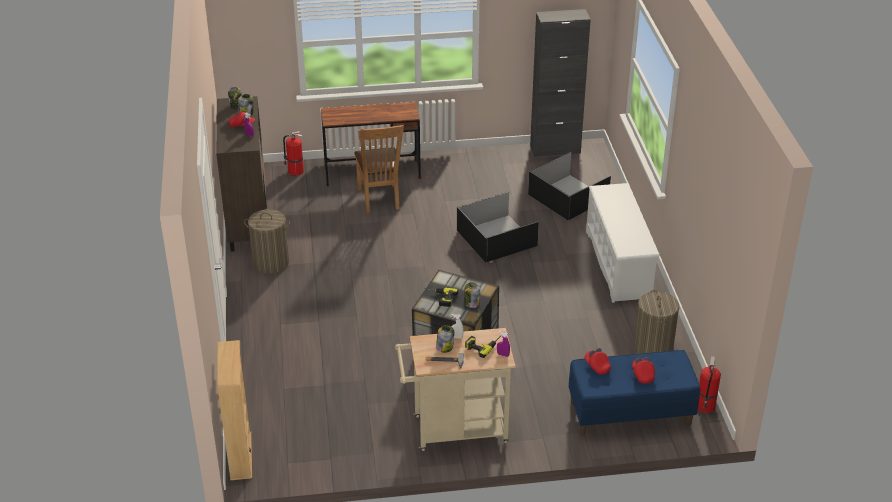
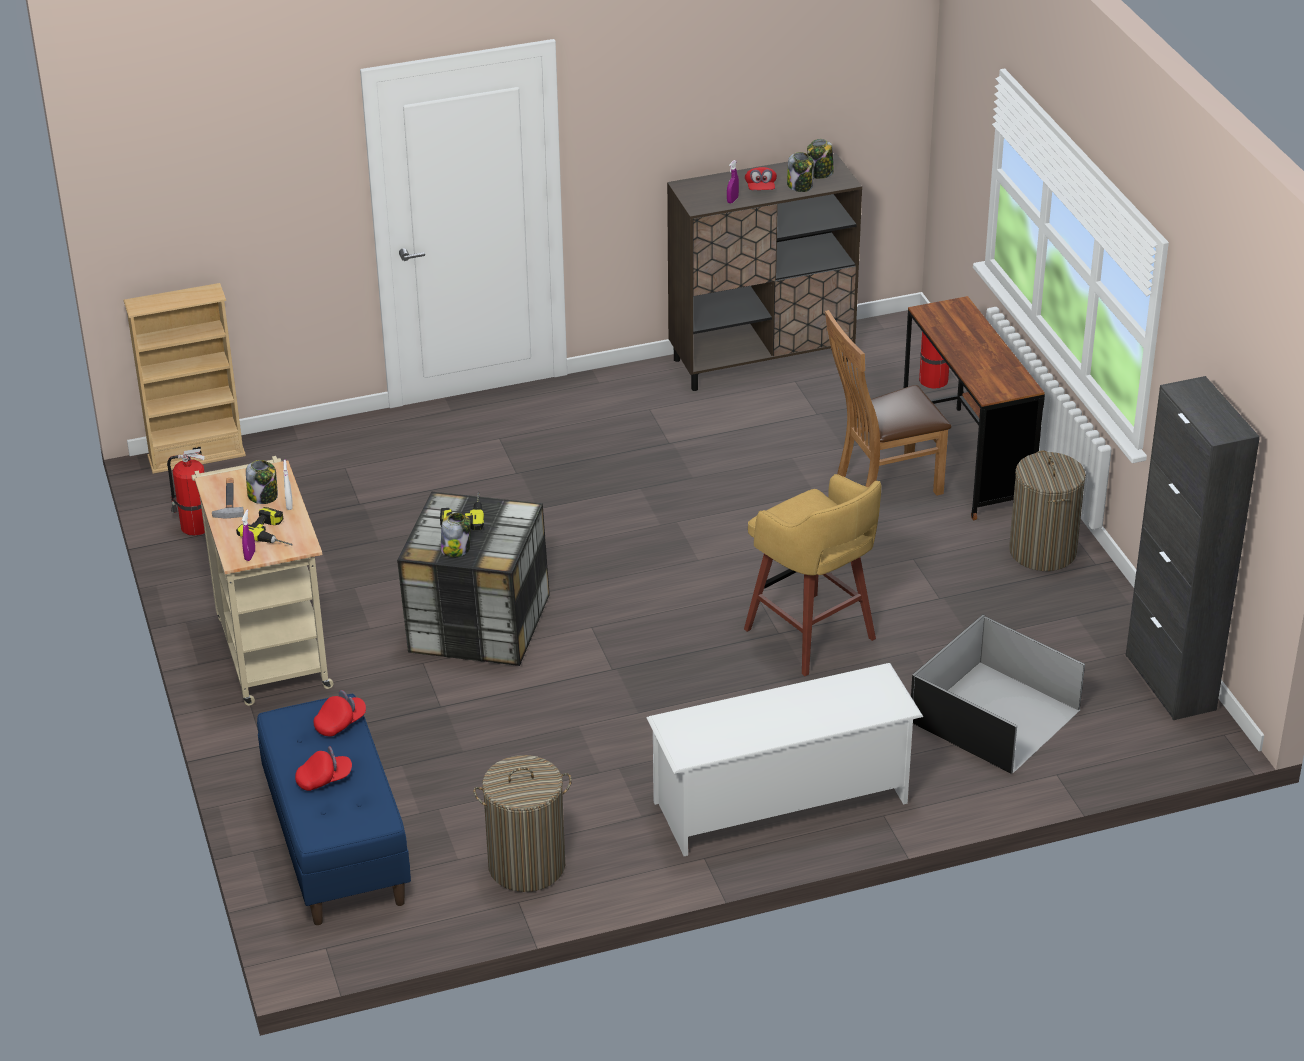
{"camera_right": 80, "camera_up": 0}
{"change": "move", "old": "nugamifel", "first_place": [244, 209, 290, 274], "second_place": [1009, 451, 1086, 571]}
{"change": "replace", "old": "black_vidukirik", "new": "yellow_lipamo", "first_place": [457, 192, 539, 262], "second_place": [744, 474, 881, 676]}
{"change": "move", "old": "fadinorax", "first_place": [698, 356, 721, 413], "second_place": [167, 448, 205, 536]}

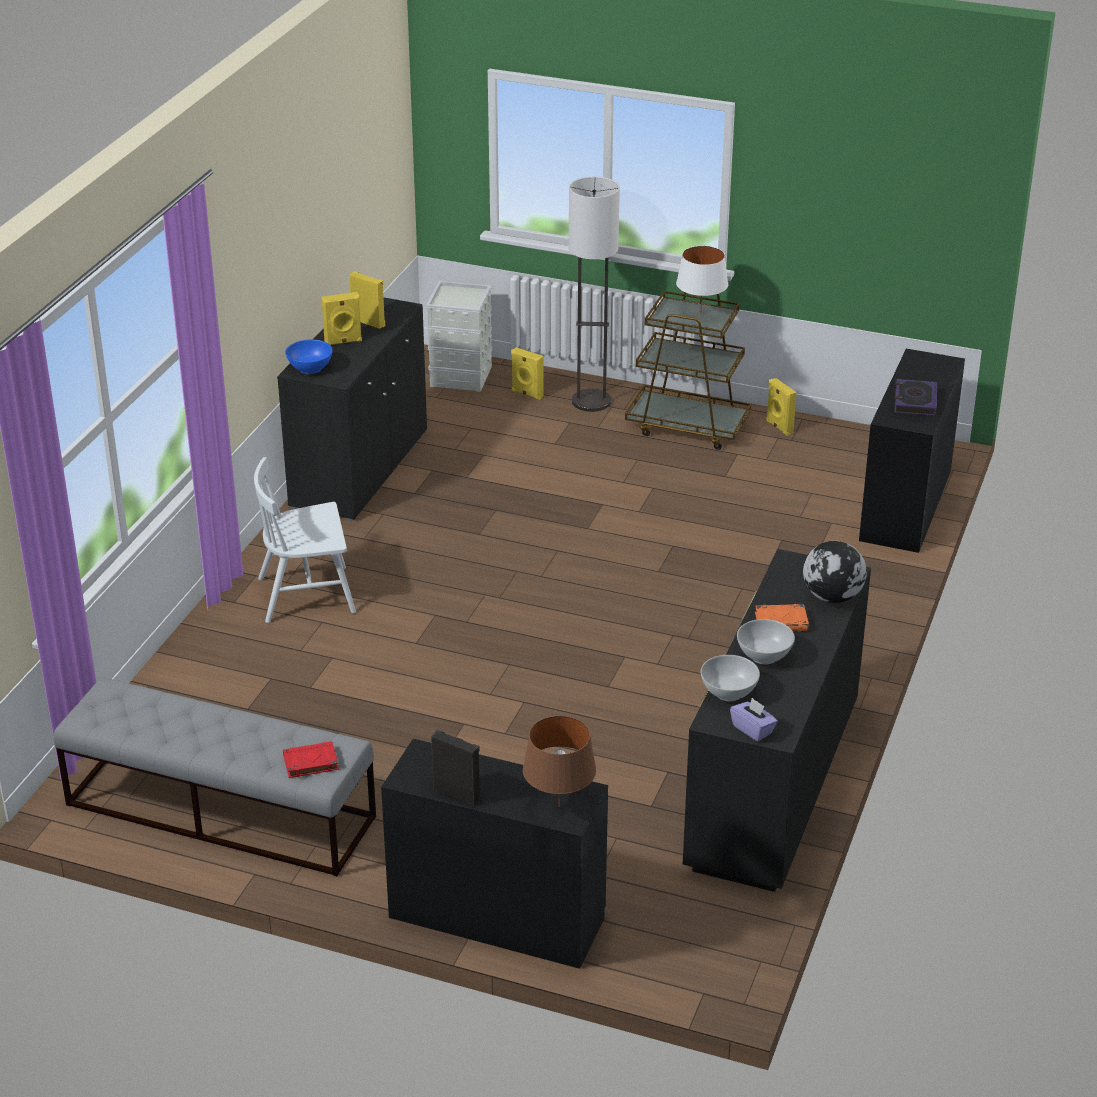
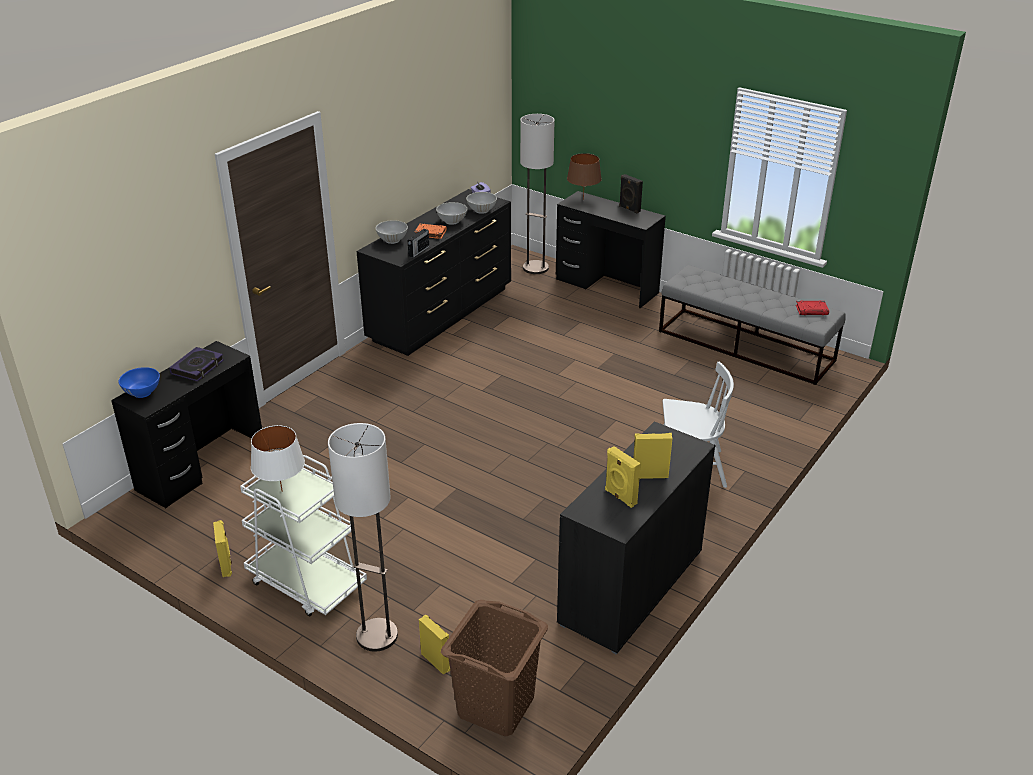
{"camera_right": -165, "camera_up": 0}
{"change": "move", "old": "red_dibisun", "first_place": [283, 742, 339, 778], "second_place": [796, 301, 829, 315]}
{"change": "move", "old": "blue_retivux", "first_place": [285, 339, 333, 374], "second_place": [118, 367, 160, 398]}
{"change": "replace", "old": "grey_vidukirik", "new": "brown_nugamifel", "first_place": [426, 281, 492, 392], "second_place": [441, 600, 548, 736]}
{"change": "recolor", "old": "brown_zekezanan", "new": "white_zekezanan", "first_place": [625, 291, 751, 450], "second_place": [240, 455, 367, 616]}
{"change": "replace", "old": "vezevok", "new": "white_retivux", "first_place": [803, 541, 867, 603], "second_place": [375, 220, 408, 244]}
{"change": "insert", "new": "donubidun", "second_place": [407, 228, 429, 258]}
{"change": "insert", "new": "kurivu", "second_place": [520, 114, 554, 274]}

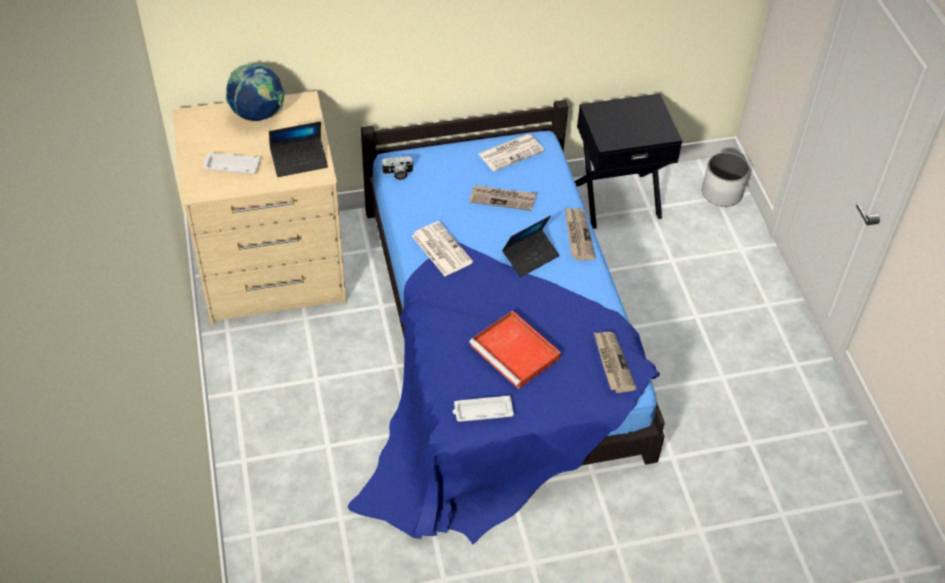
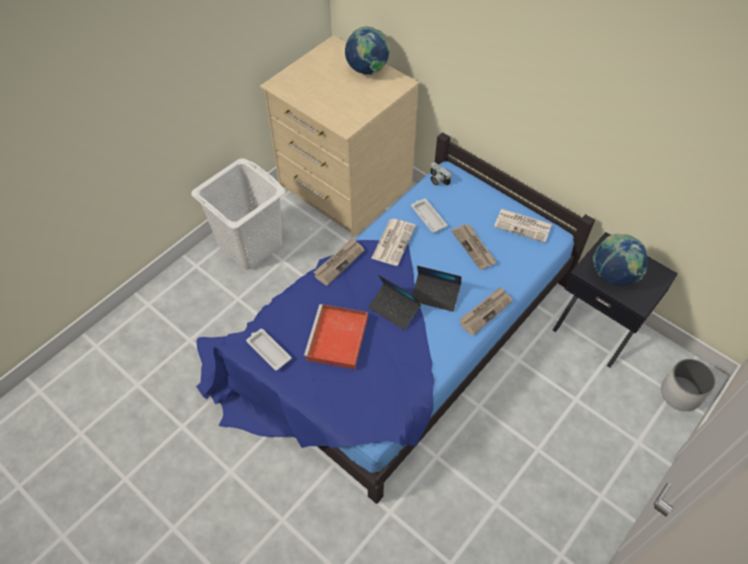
{"camera_right": 55, "camera_up": 5}
{"change": "move", "old": "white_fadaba", "first_place": [203, 152, 260, 174], "second_place": [411, 199, 448, 233]}
{"change": "move", "old": "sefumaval", "first_place": [269, 122, 328, 177], "second_place": [368, 275, 421, 330]}
{"change": "move", "old": "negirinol", "first_place": [593, 332, 637, 393], "second_place": [313, 238, 364, 286]}
{"change": "insert", "new": "white_nugamifel", "second_place": [191, 158, 286, 270]}
{"change": "insert", "new": "vezevok", "second_place": [593, 233, 648, 286]}

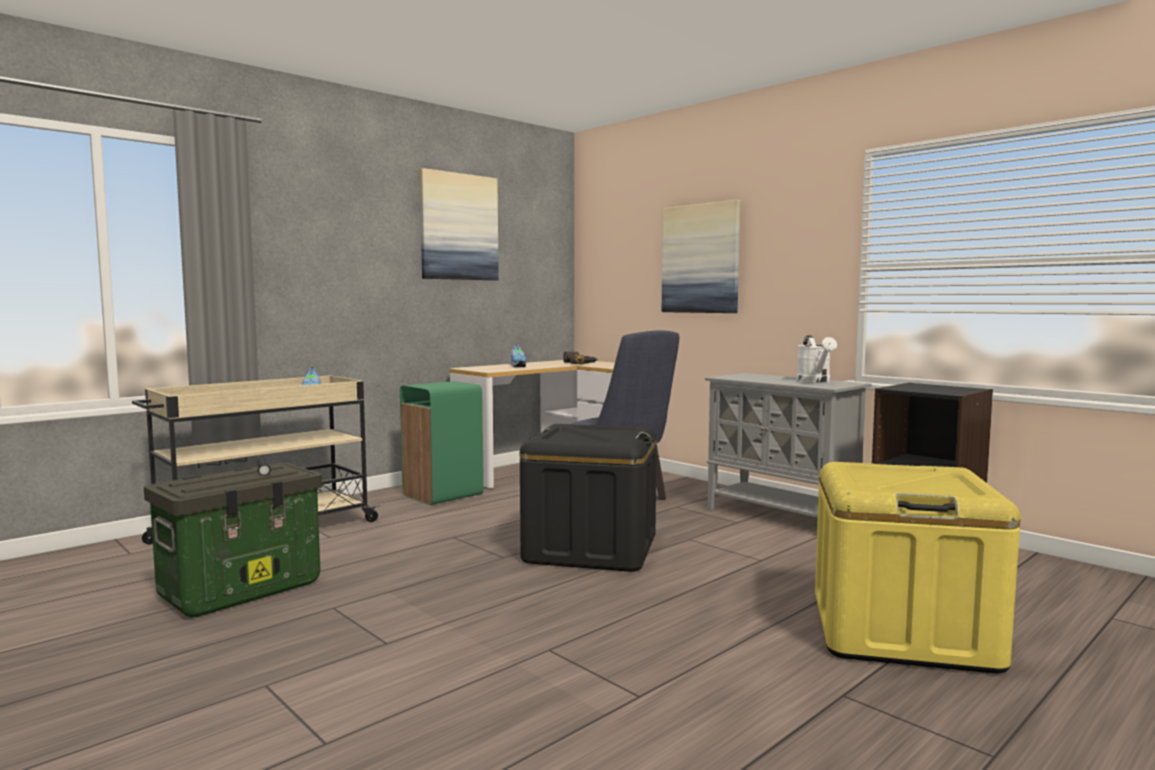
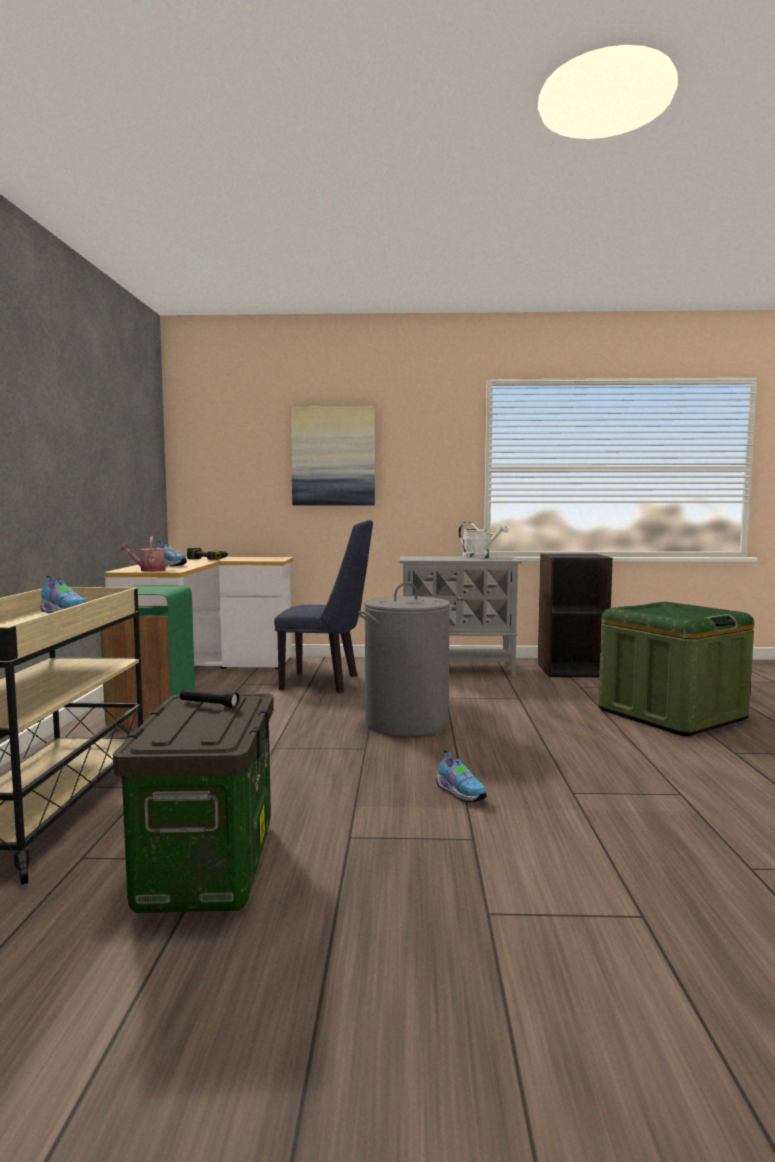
{"camera_right": -45, "camera_up": 0}
{"change": "delete", "old": "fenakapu", "first_place": [420, 168, 499, 281]}
{"change": "replace", "old": "black_vidukirik", "new": "grey_nugamifel", "first_place": [520, 424, 657, 572], "second_place": [358, 582, 452, 736]}
{"change": "recolor", "old": "yellow_vidukirik", "new": "green_vidukirik", "first_place": [815, 462, 1021, 674], "second_place": [598, 602, 754, 736]}
{"change": "insert", "new": "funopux", "second_place": [119, 536, 177, 572]}
{"change": "insert", "new": "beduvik", "second_place": [436, 750, 487, 802]}

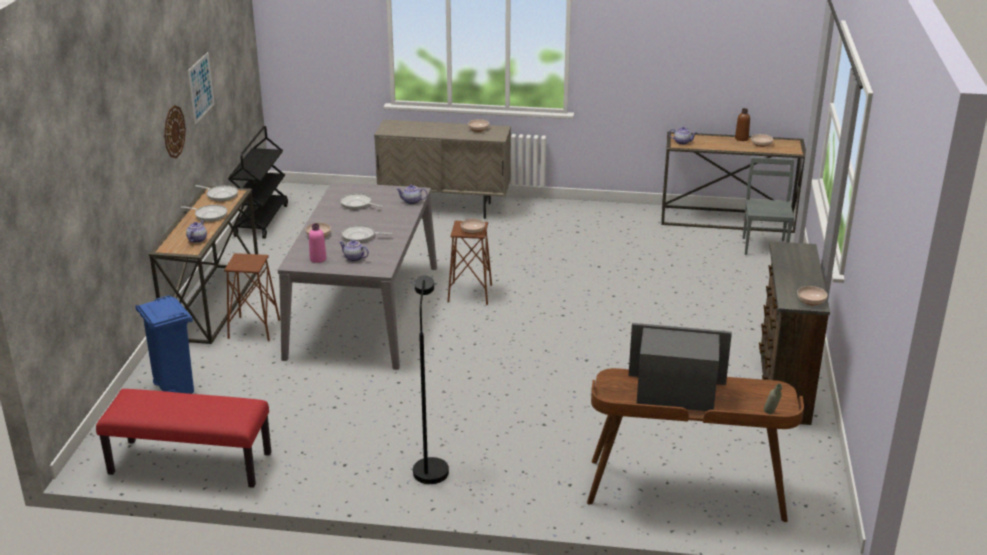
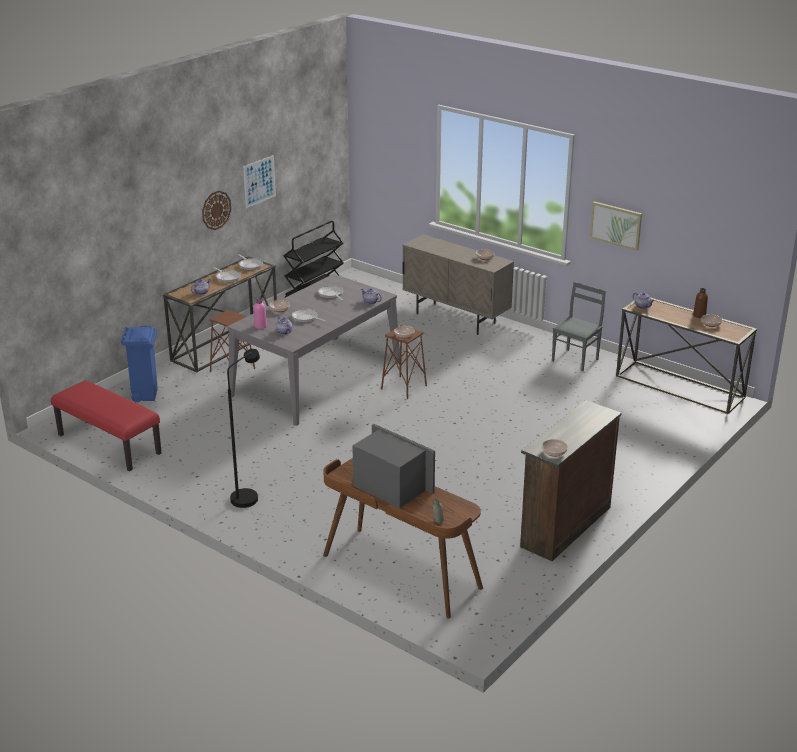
{"camera_right": 30, "camera_up": 0}
{"change": "move", "old": "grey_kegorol", "first_place": [743, 157, 794, 255], "second_place": [552, 282, 606, 372]}
{"change": "insert", "new": "fenakapu", "second_place": [590, 201, 642, 251]}

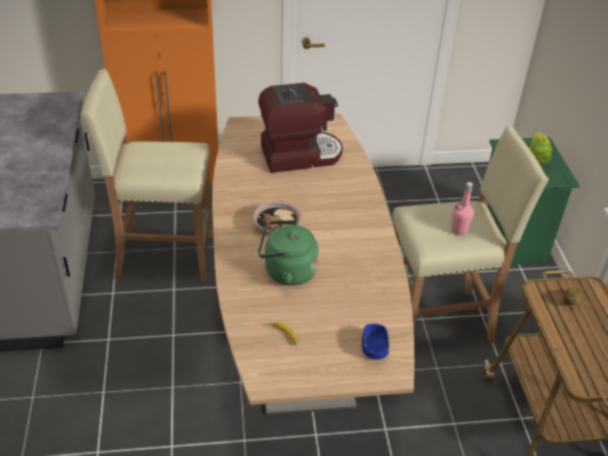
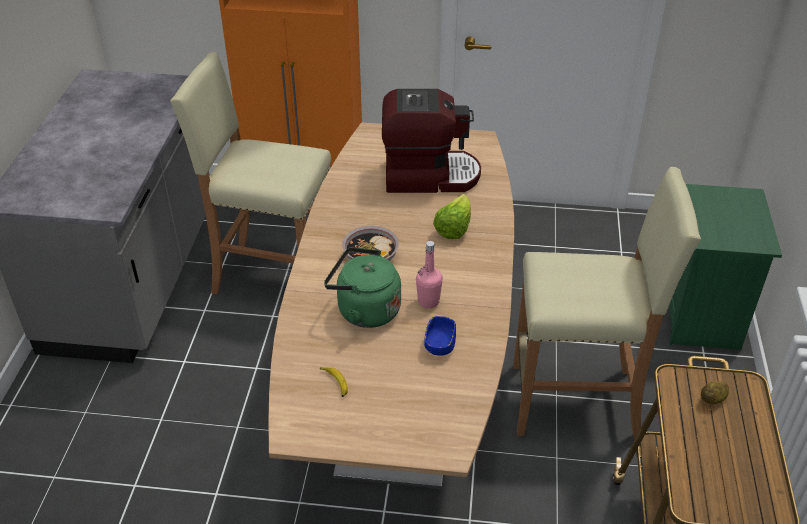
{"camera_right": 15, "camera_up": 0}
{"change": "move", "old": "blue_retivux", "first_place": [362, 324, 389, 359], "second_place": [424, 316, 456, 356]}
{"change": "move", "old": "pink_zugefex", "first_place": [451, 182, 474, 236], "second_place": [416, 241, 443, 308]}
{"change": "move", "old": "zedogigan", "first_place": [529, 132, 552, 164], "second_place": [433, 194, 471, 239]}

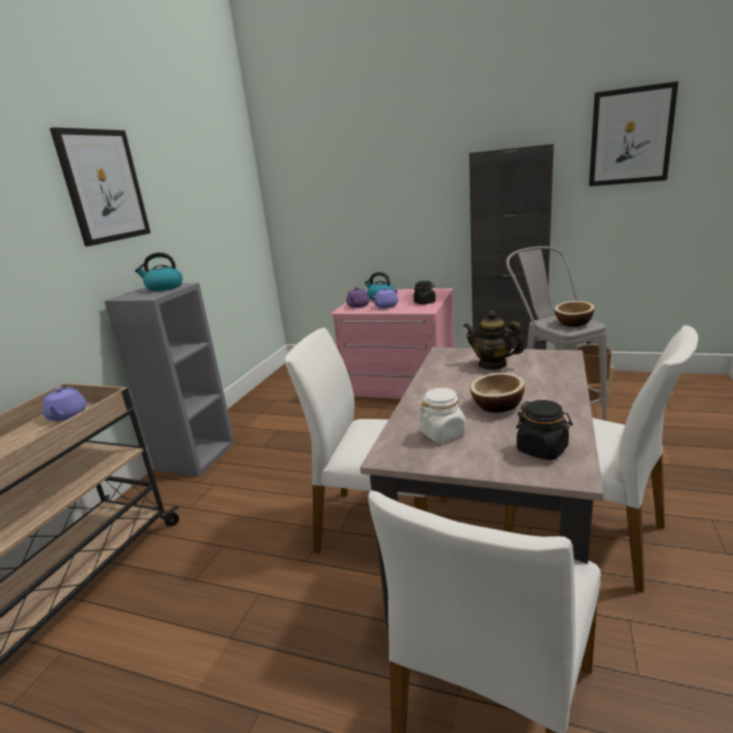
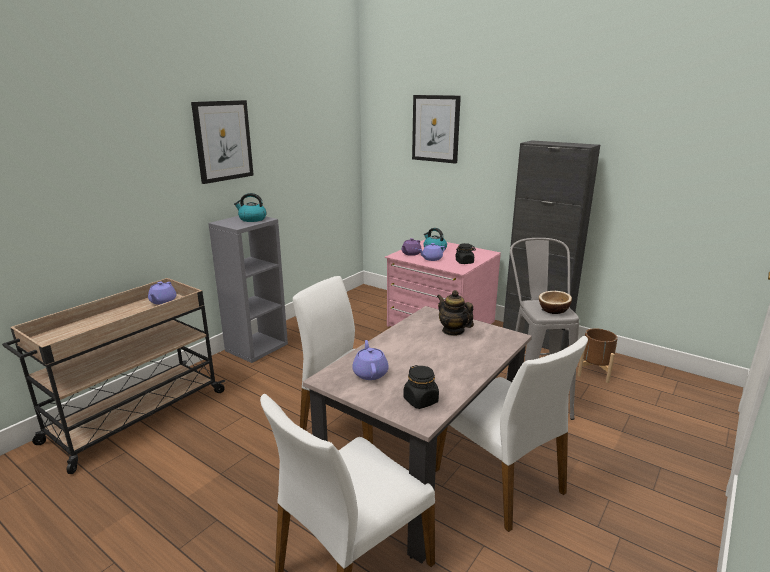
{"camera_right": 15, "camera_up": 0}
{"change": "replace", "old": "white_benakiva", "new": "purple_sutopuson", "first_place": [419, 388, 466, 442], "second_place": [352, 340, 389, 380]}
{"change": "delete", "old": "retivux", "first_place": [470, 373, 525, 413]}
{"change": "move", "old": "fenakapu", "first_place": [589, 81, 679, 186], "second_place": [412, 95, 461, 164]}

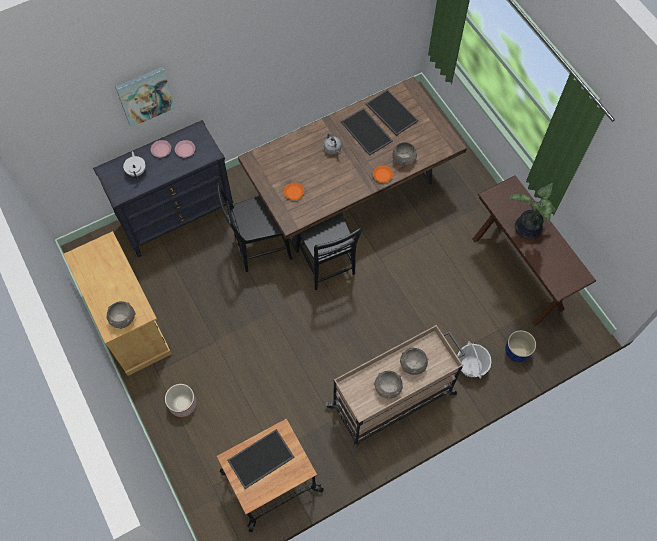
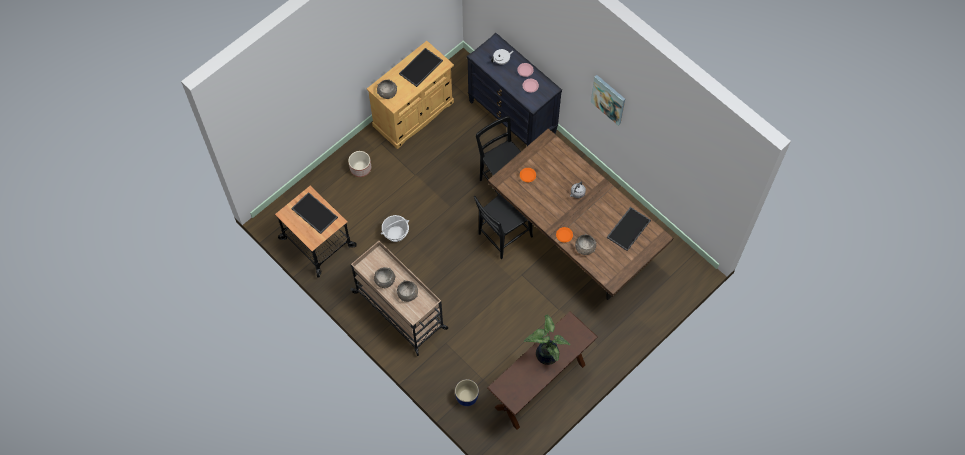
{"camera_right": 75, "camera_up": 0}
{"change": "move", "old": "fenakapu", "first_place": [115, 67, 175, 127], "second_place": [591, 75, 625, 126]}
{"change": "move", "old": "fadaba", "first_place": [341, 108, 393, 156], "second_place": [399, 48, 443, 87]}
{"change": "move", "old": "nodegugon", "first_place": [457, 341, 492, 379], "second_place": [381, 215, 409, 242]}

